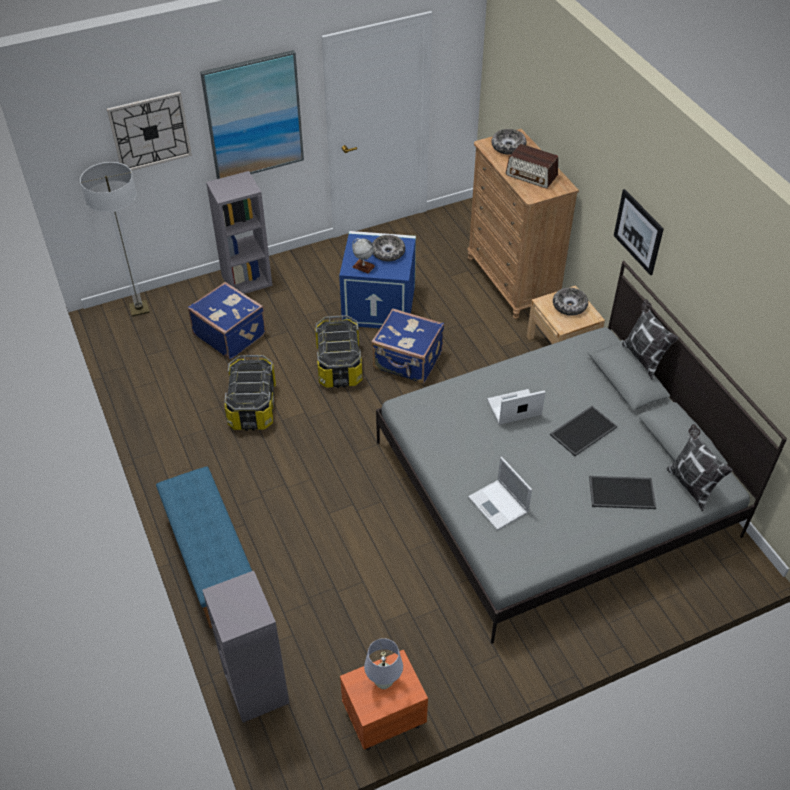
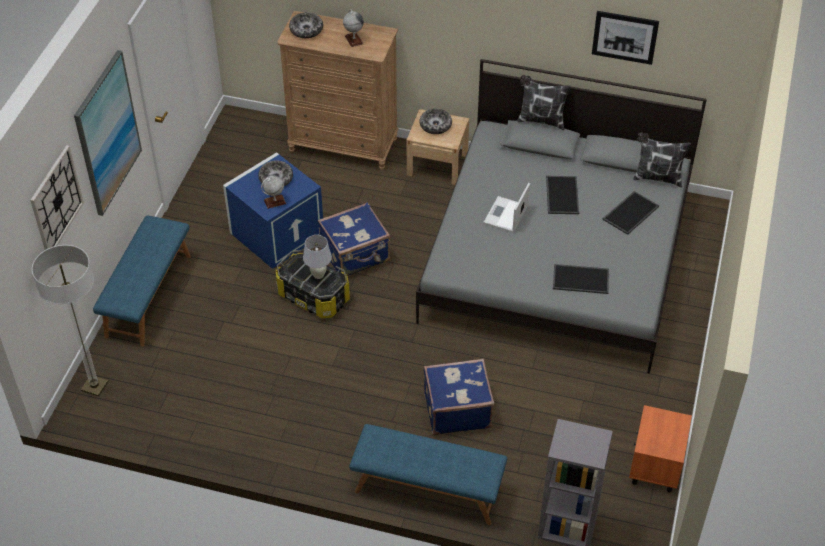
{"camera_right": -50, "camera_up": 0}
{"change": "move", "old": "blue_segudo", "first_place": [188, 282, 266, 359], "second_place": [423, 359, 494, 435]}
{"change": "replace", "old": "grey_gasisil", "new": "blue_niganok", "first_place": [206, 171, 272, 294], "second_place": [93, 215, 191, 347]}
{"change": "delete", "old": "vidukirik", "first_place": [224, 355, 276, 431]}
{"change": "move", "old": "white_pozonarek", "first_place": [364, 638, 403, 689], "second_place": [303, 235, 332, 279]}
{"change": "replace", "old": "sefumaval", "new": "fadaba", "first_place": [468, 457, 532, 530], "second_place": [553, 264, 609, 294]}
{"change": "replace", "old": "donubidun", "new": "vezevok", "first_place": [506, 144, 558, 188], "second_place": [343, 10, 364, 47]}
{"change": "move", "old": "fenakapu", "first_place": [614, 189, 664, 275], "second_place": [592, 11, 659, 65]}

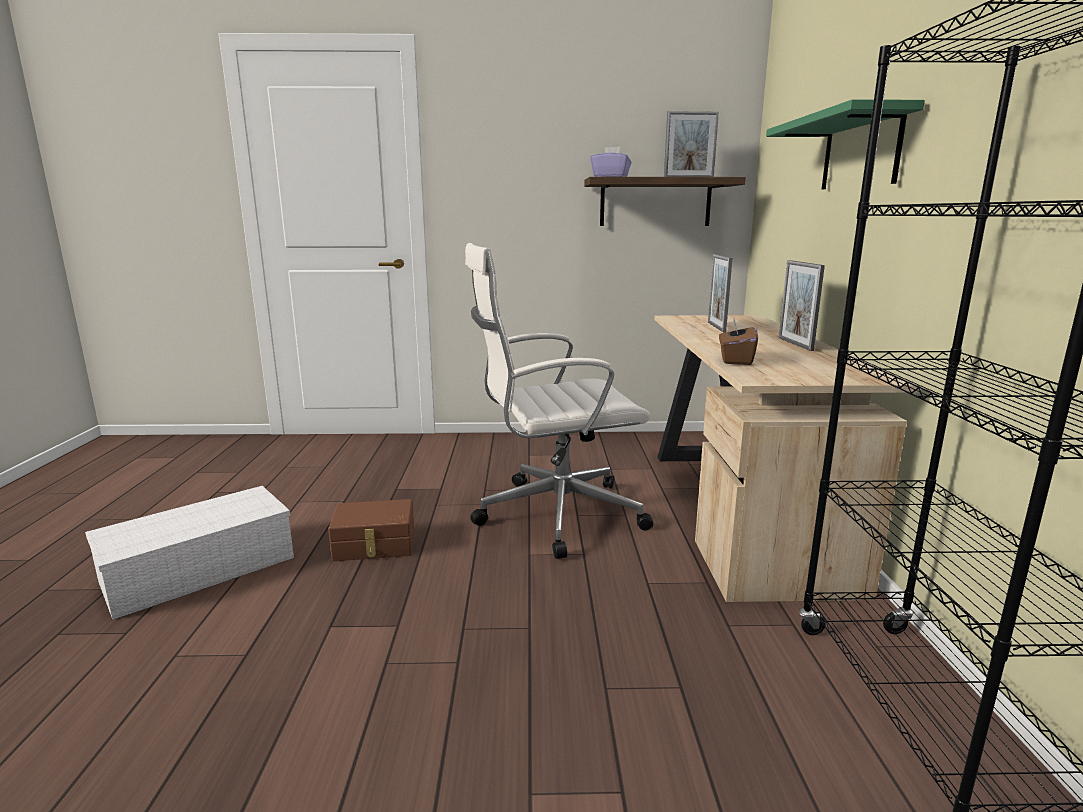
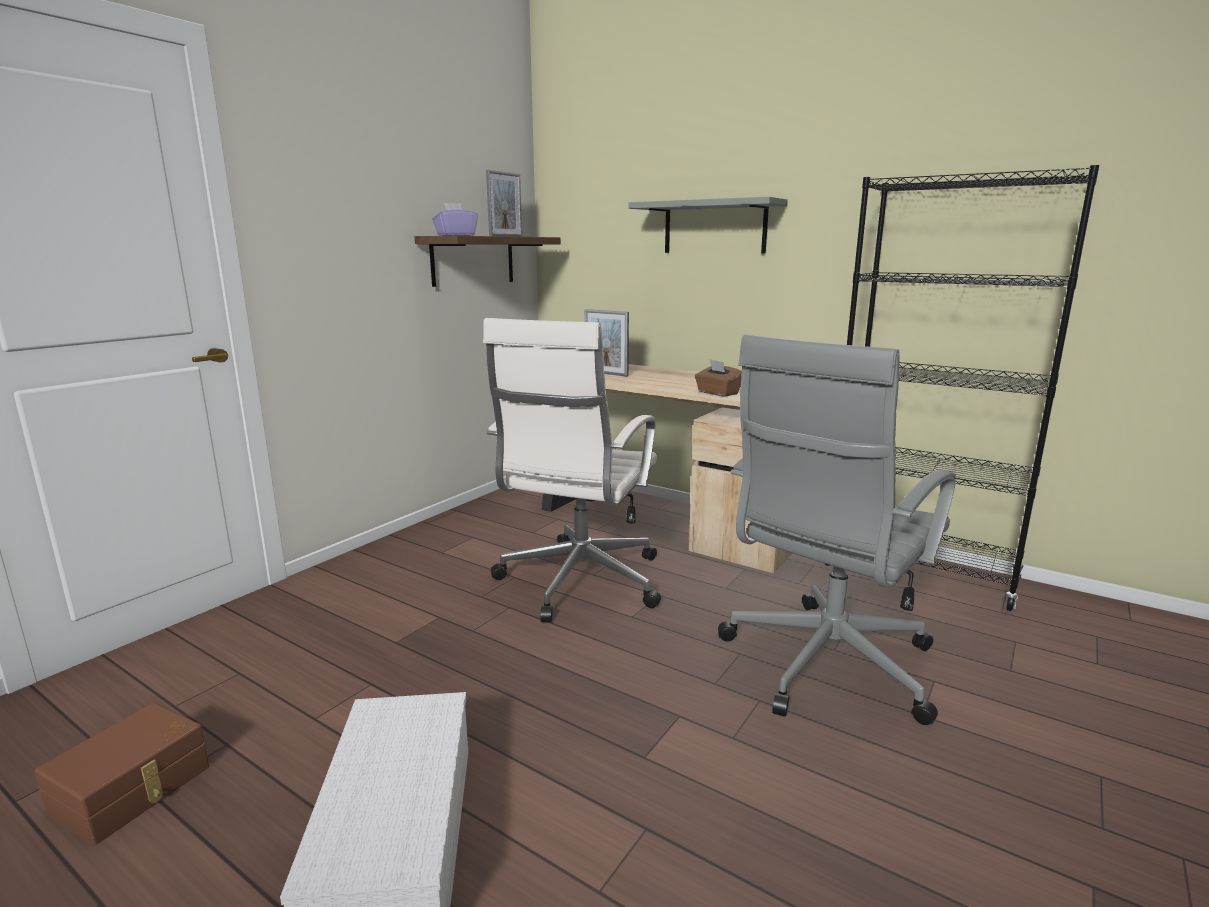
{"camera_right": -55, "camera_up": 0}
{"change": "move", "old": "brown_vidukirik", "first_place": [328, 499, 414, 561], "second_place": [34, 703, 210, 846]}
{"change": "recolor", "old": "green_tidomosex", "new": "grey_tidomosex", "first_place": [766, 99, 925, 189], "second_place": [628, 197, 788, 253]}
{"change": "delete", "old": "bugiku", "first_place": [779, 260, 825, 351]}
{"change": "insert", "new": "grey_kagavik", "second_place": [718, 335, 956, 725]}

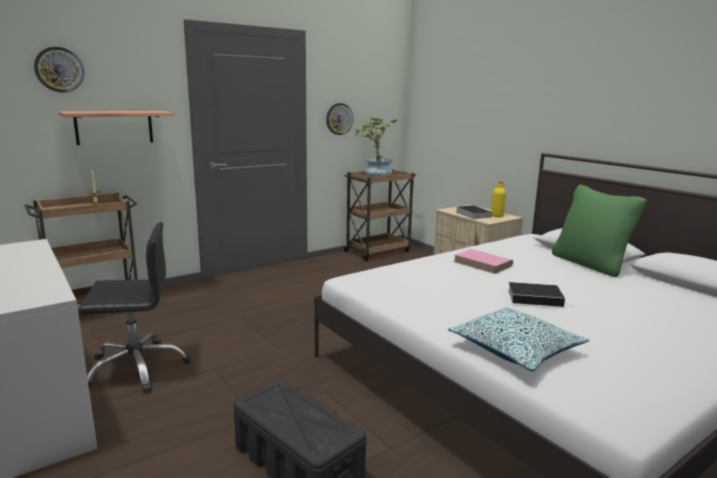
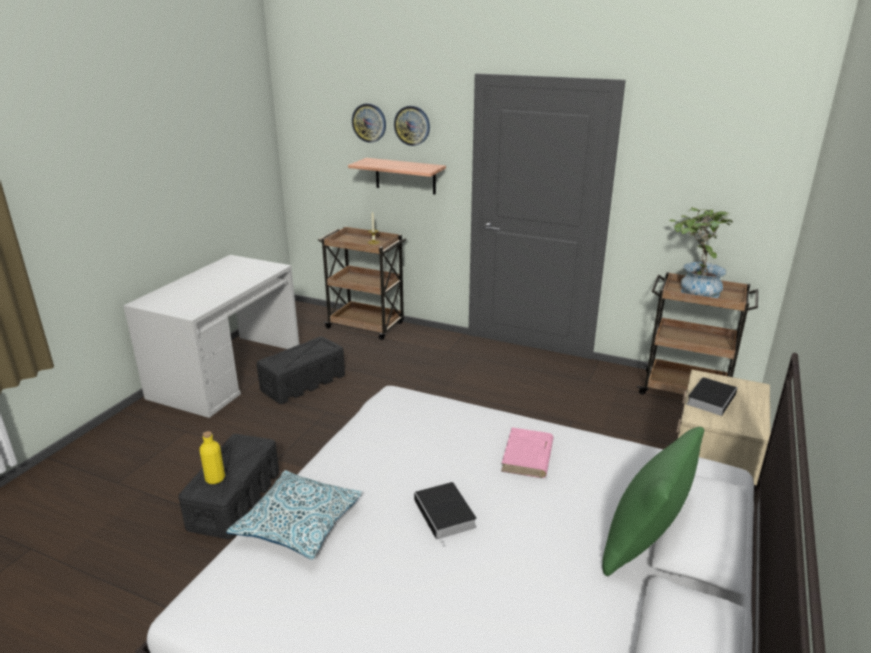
{"camera_right": 60, "camera_up": 10}
{"change": "replace", "old": "black_kagavik", "new": "black_vidukirik", "first_place": [78, 222, 191, 393], "second_place": [257, 336, 345, 404]}
{"change": "move", "old": "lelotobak", "first_place": [326, 103, 353, 135], "second_place": [394, 106, 430, 146]}
{"change": "move", "old": "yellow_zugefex", "first_place": [491, 181, 506, 217], "second_place": [199, 431, 225, 484]}

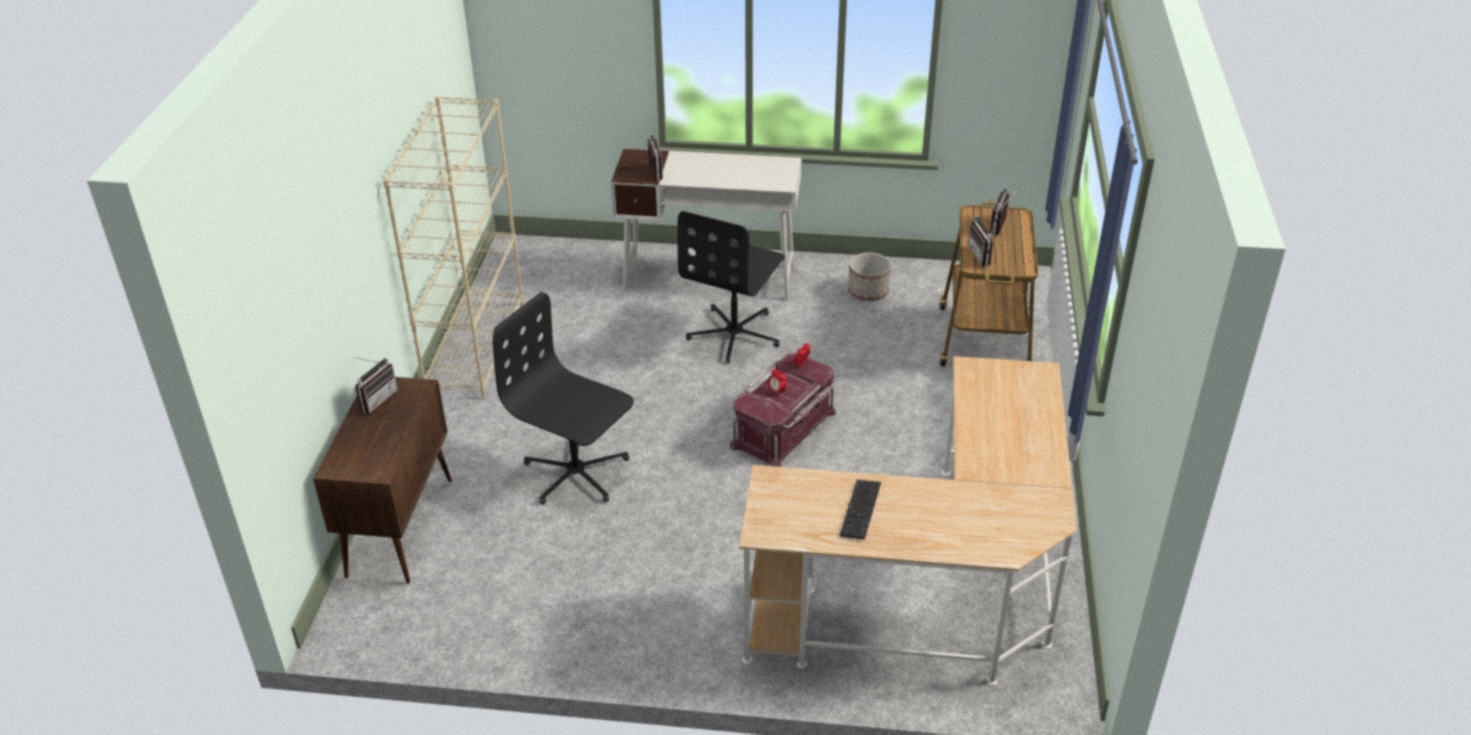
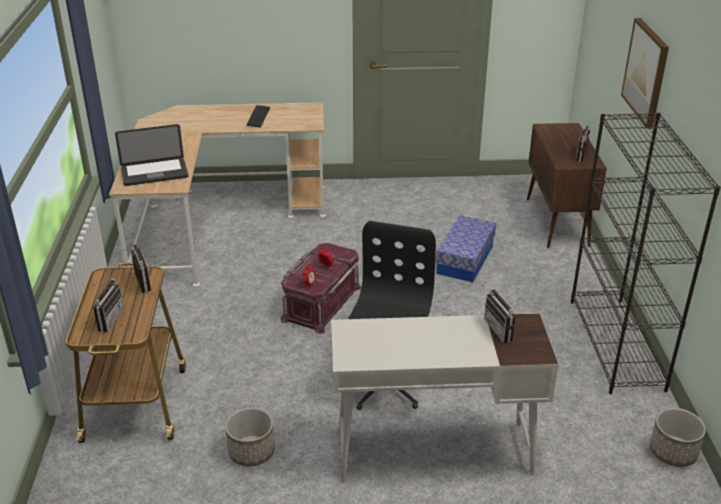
{"camera_right": 170, "camera_up": -5}
{"change": "recolor", "old": "beige_gasisil", "new": "black_gasisil", "first_place": [383, 96, 524, 399], "second_place": [571, 113, 721, 394]}
{"change": "replace", "old": "black_kagavik", "new": "vidukirik", "first_place": [493, 292, 634, 505], "second_place": [436, 215, 496, 282]}
{"change": "insert", "new": "sefumaval", "second_place": [115, 124, 189, 186]}
{"change": "insert", "new": "fenakapu", "second_place": [621, 18, 669, 129]}
{"change": "insert", "new": "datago", "second_place": [650, 408, 706, 467]}

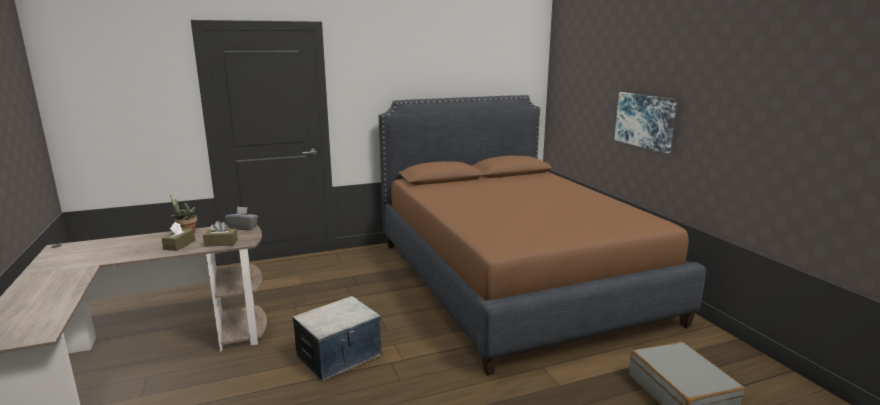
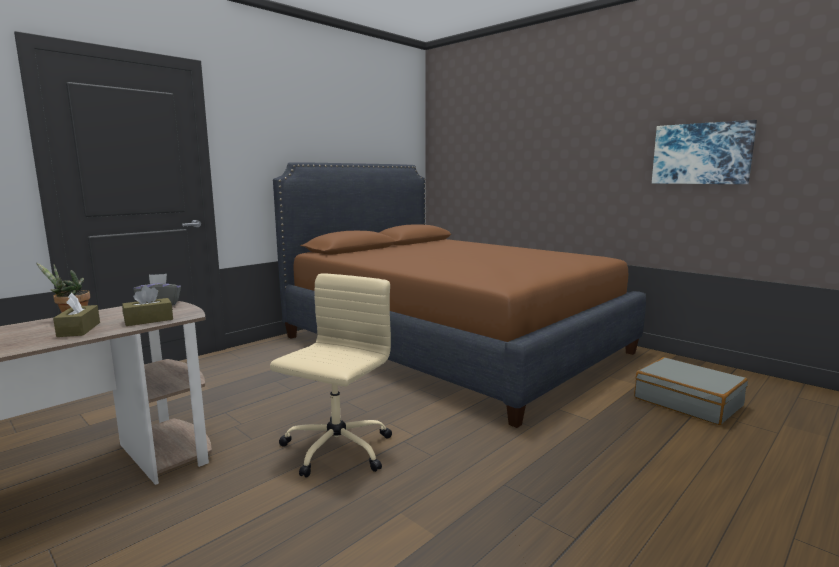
{"camera_right": -25, "camera_up": -5}
{"change": "replace", "old": "vidukirik", "new": "beige_kagavik", "first_place": [292, 296, 382, 381], "second_place": [270, 274, 392, 478]}
{"change": "move", "old": "fenakapu", "first_place": [614, 92, 677, 153], "second_place": [652, 120, 757, 184]}

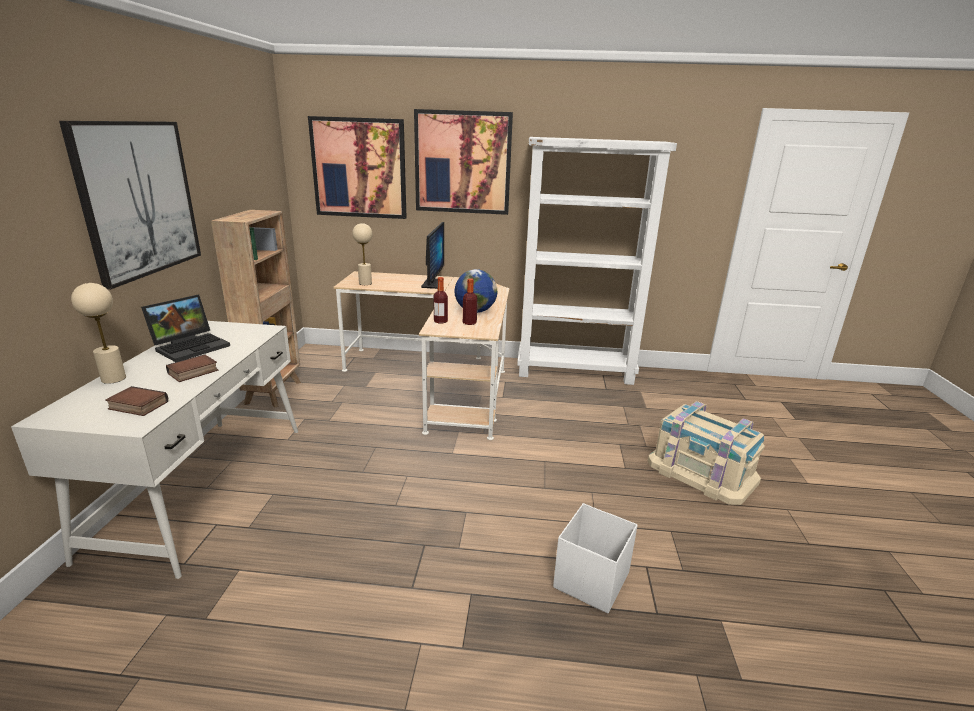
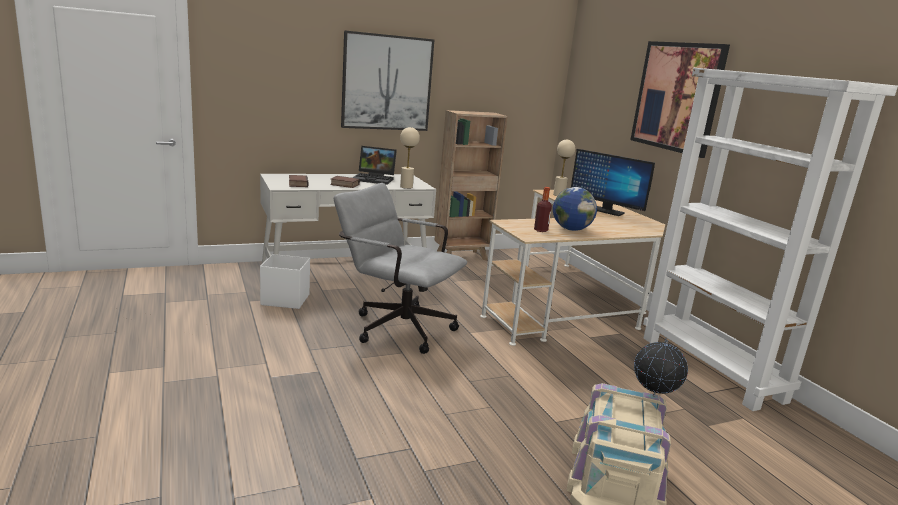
{"camera_right": 60, "camera_up": -5}
{"change": "move", "old": "beige_pozonarek", "first_place": [71, 283, 126, 384], "second_place": [400, 127, 420, 189]}
{"change": "delete", "old": "fenakapu", "first_place": [308, 116, 407, 219]}
{"change": "rotate", "old": "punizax", "first_place": [421, 222, 444, 289], "second_place": [571, 149, 655, 216], "degrees": 60}
{"change": "delete", "old": "zugefex", "first_place": [434, 277, 448, 324]}
{"change": "move", "old": "white_vidukirik", "first_place": [553, 503, 638, 614], "second_place": [260, 254, 310, 309]}
{"change": "insert", "new": "grey_kagavik", "second_place": [334, 183, 467, 354]}
{"change": "insert", "new": "vezevok", "second_place": [634, 338, 688, 397]}

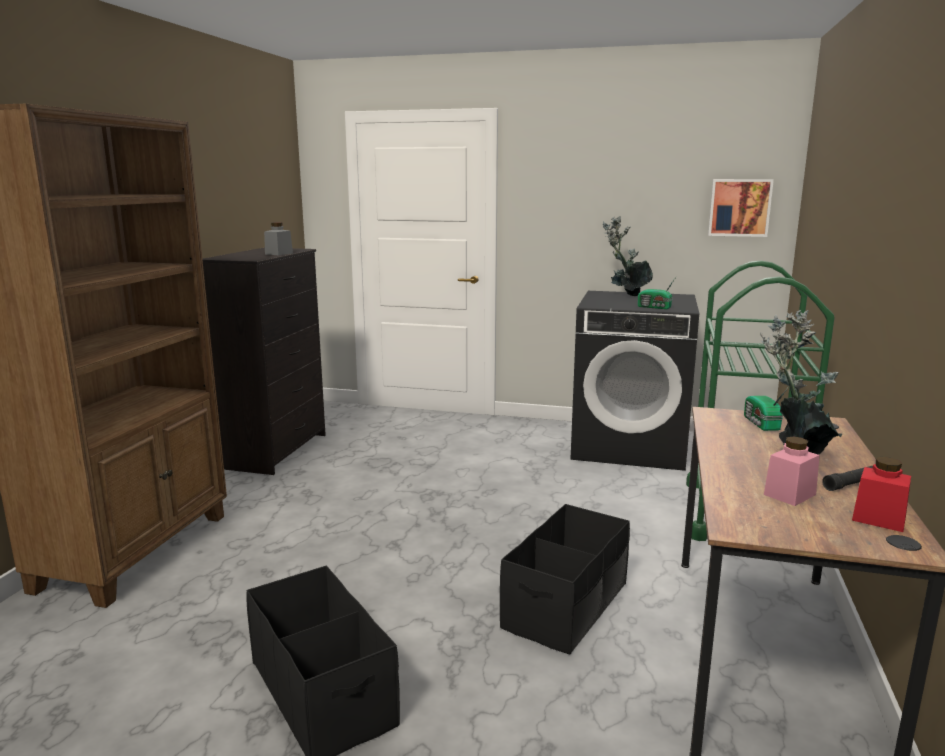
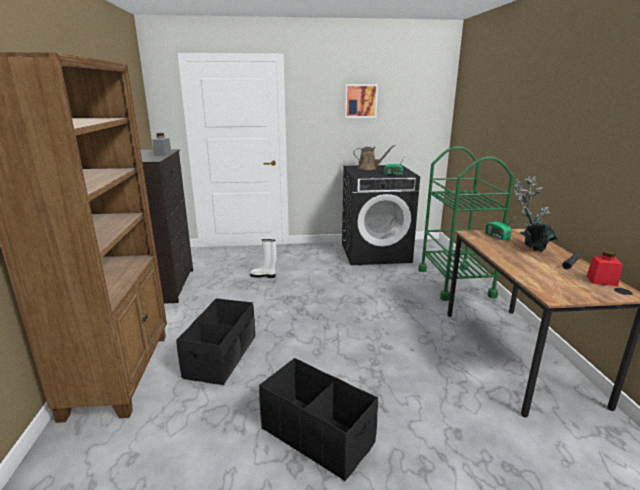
{"camera_right": -20, "camera_up": 5}
{"change": "move", "old": "black_vidukirik", "first_place": [500, 504, 630, 655], "second_place": [176, 298, 255, 385]}
{"change": "replace", "old": "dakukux", "new": "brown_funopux", "first_place": [603, 216, 653, 296], "second_place": [353, 145, 396, 170]}
{"change": "move", "old": "fenakapu", "first_place": [708, 179, 774, 237], "second_place": [345, 84, 378, 118]}
{"change": "delete", "old": "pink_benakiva", "first_place": [764, 437, 820, 506]}
{"change": "insert", "new": "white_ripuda", "second_place": [250, 239, 276, 278]}

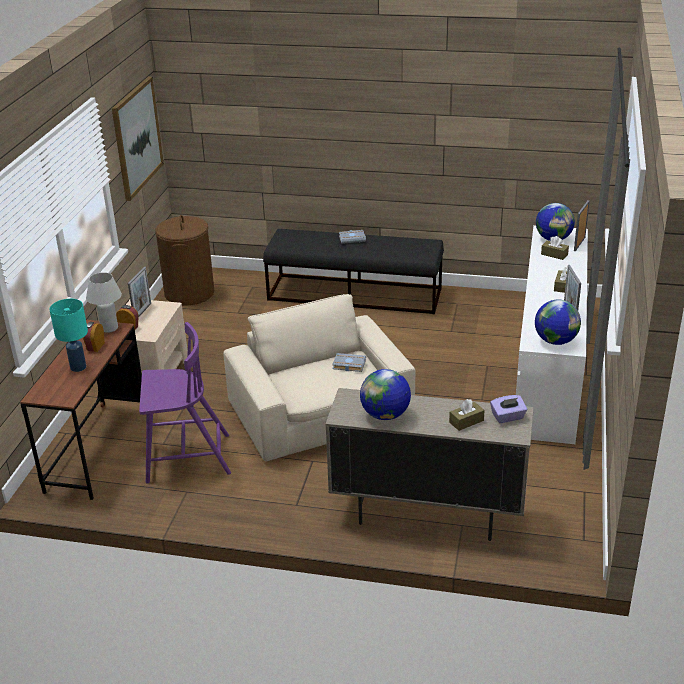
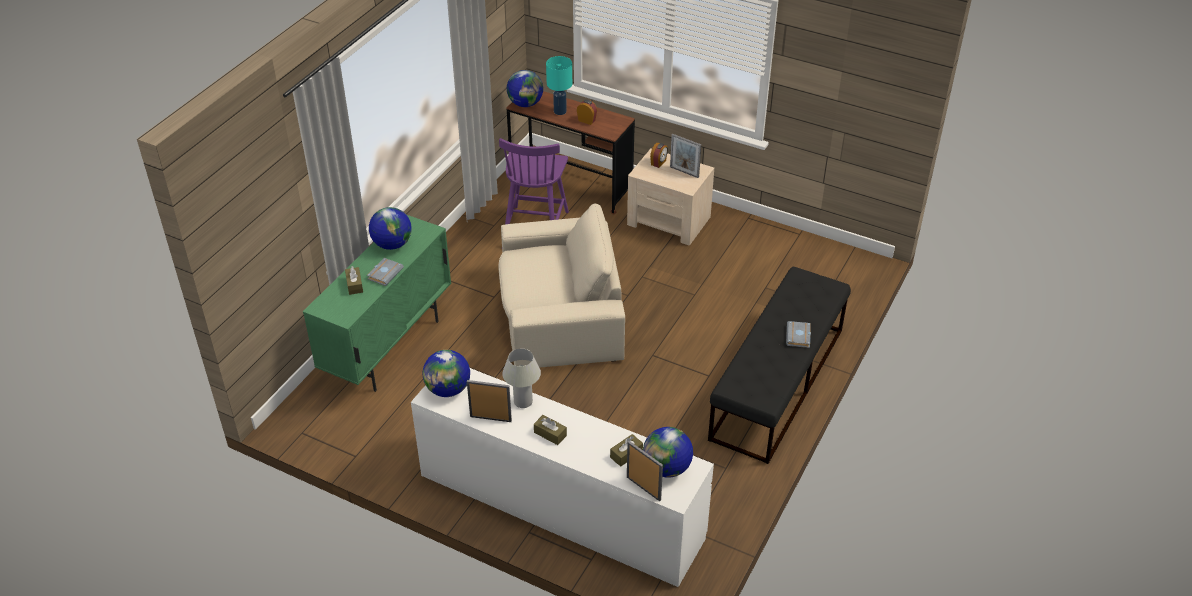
{"camera_right": 105, "camera_up": 10}
{"change": "move", "old": "white_pozonarek", "first_place": [86, 273, 122, 333], "second_place": [502, 349, 541, 408]}
{"change": "delete", "old": "fenakapu", "first_place": [112, 77, 164, 201]}
{"change": "delete", "old": "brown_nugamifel", "first_place": [155, 215, 214, 305]}
{"change": "recolor", "old": "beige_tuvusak", "new": "green_tuvusak", "first_place": [325, 388, 534, 541], "second_place": [303, 215, 451, 392]}
{"change": "move", "old": "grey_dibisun", "first_place": [332, 353, 366, 372], "second_place": [367, 258, 404, 286]}
{"change": "delete", "old": "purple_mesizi", "first_place": [490, 395, 527, 423]}
{"change": "insert", "new": "vezevok", "second_place": [507, 70, 543, 107]}

